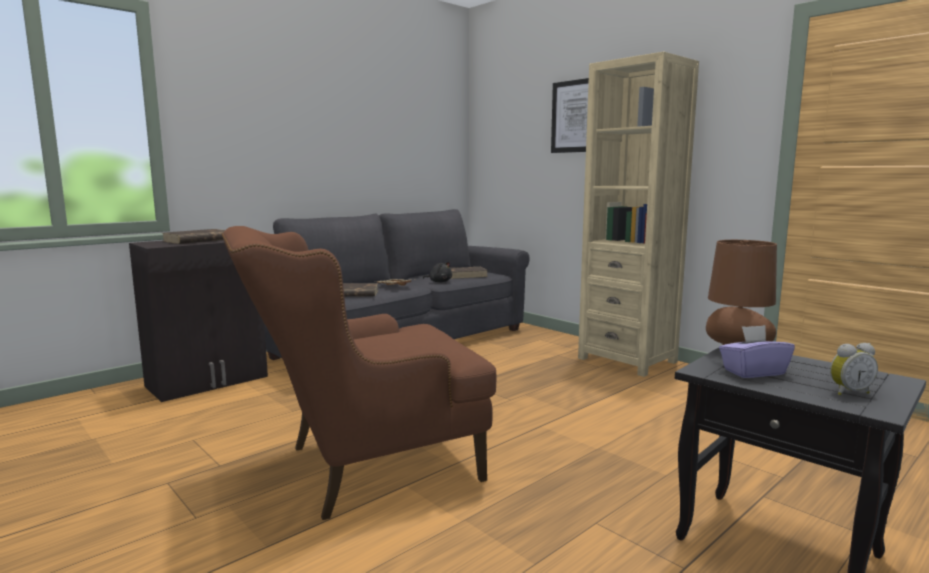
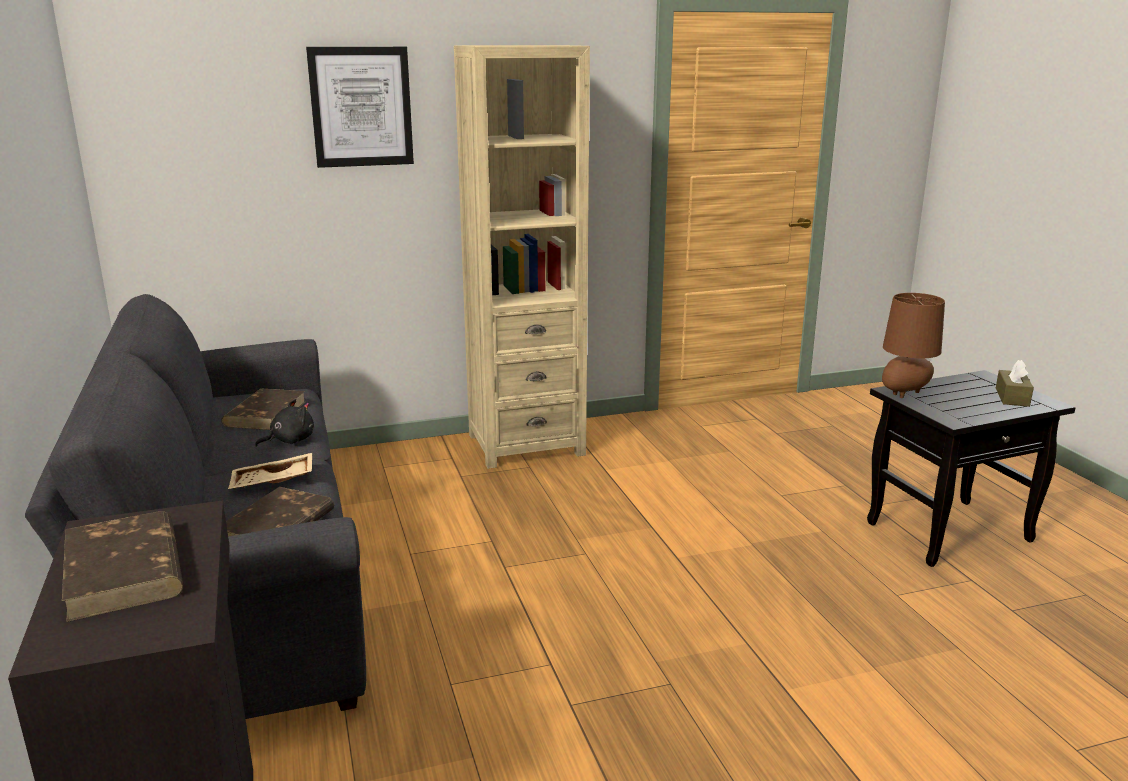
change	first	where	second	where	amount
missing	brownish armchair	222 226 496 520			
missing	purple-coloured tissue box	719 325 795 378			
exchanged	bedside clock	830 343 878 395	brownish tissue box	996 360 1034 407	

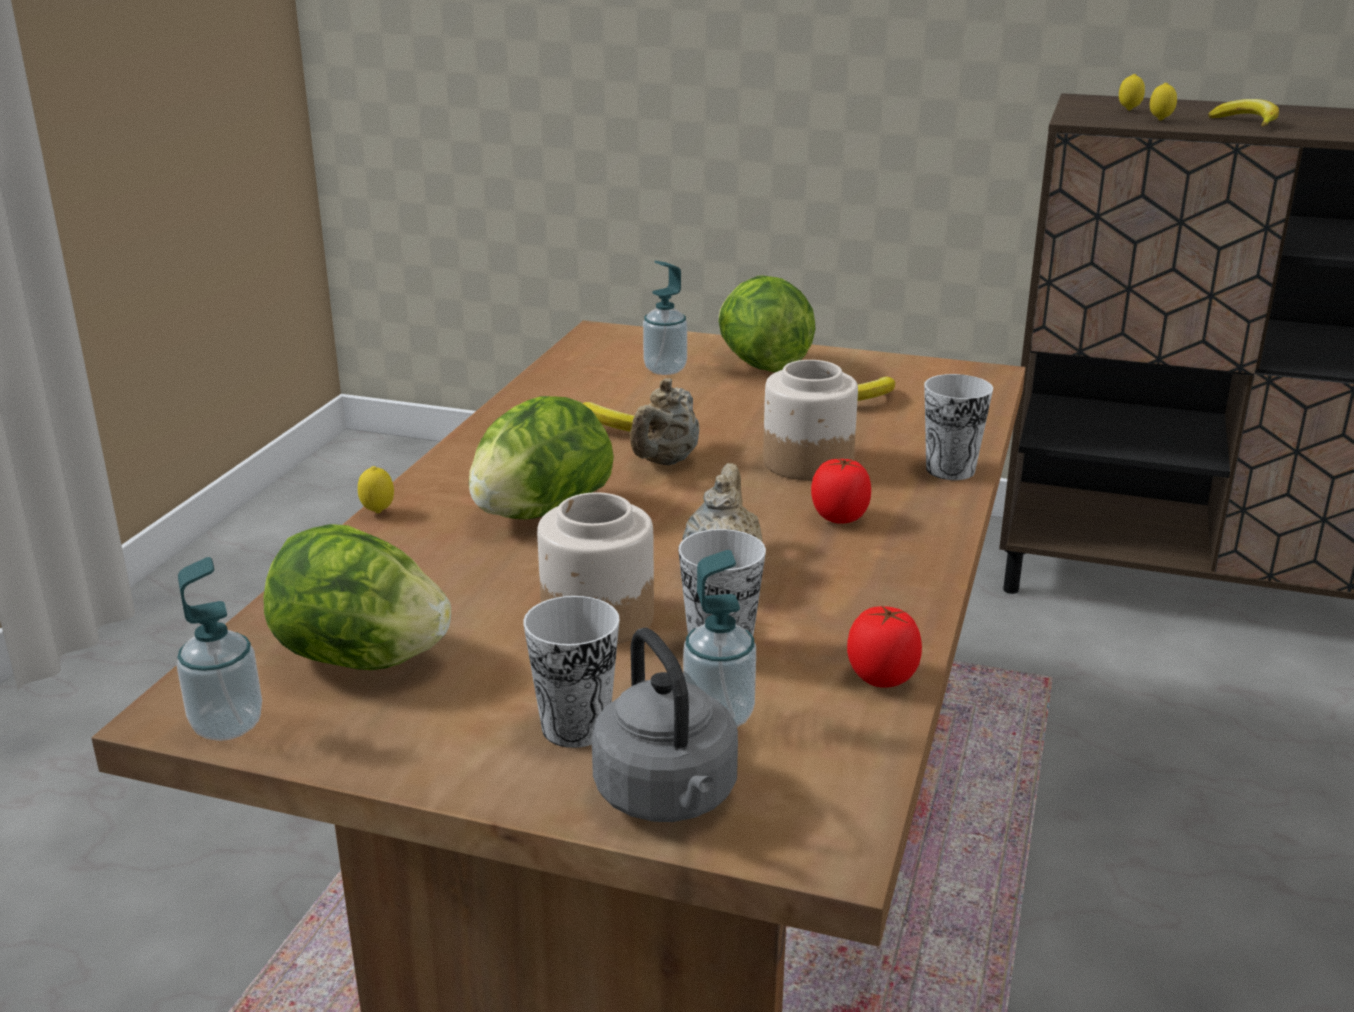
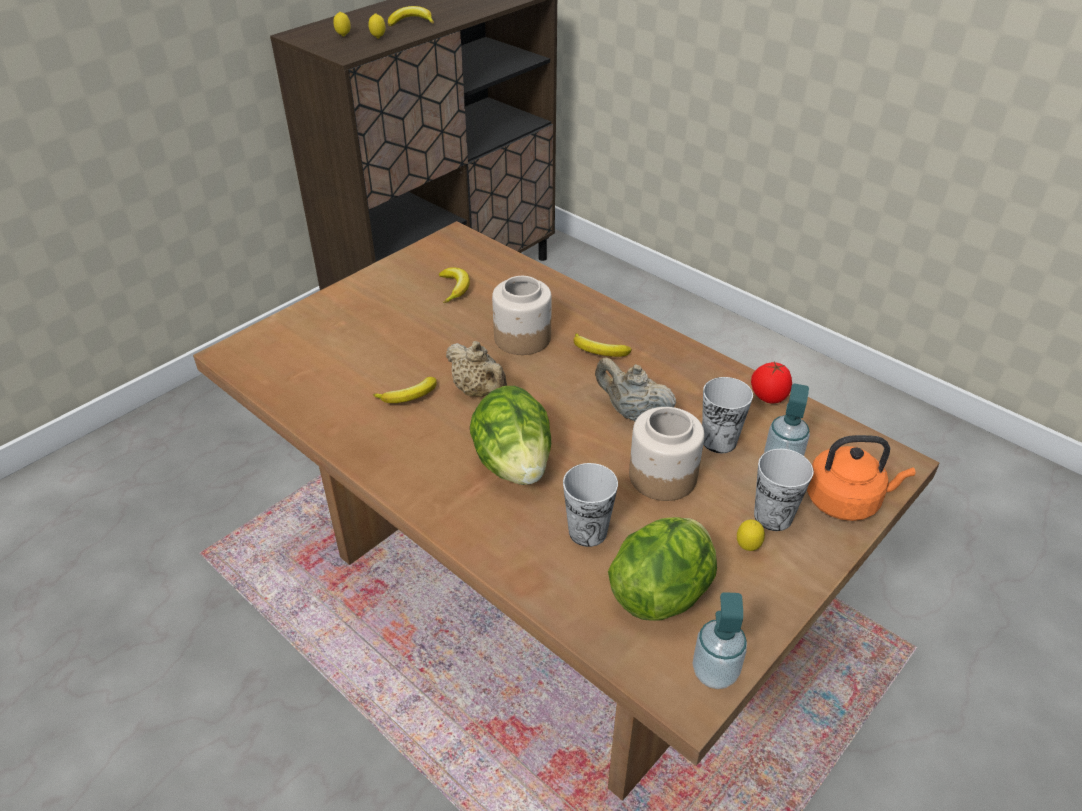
change	first	where	second	where	amount
missing	liquid soap bottle	643 261 687 375			
missing	lettuce	719 276 815 372			
relocated	drinking cup	924 374 993 480		563 463 618 547	
exchanged	fresh tomato	811 458 871 524	banana fruit	574 333 632 357	
relocated	whole lemon	358 466 394 513		737 520 765 551	
colour	greyish tea kettle	592 628 738 822	orange tea kettle	807 435 915 521	

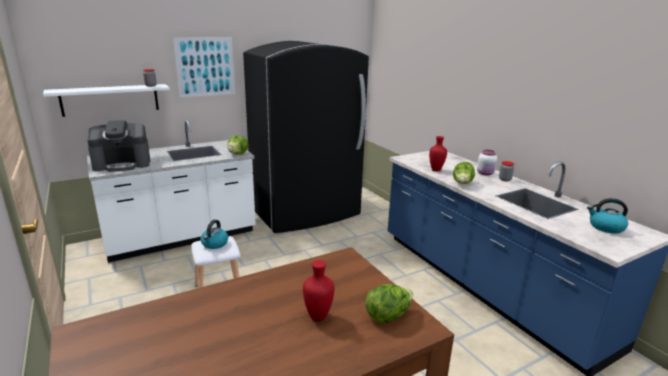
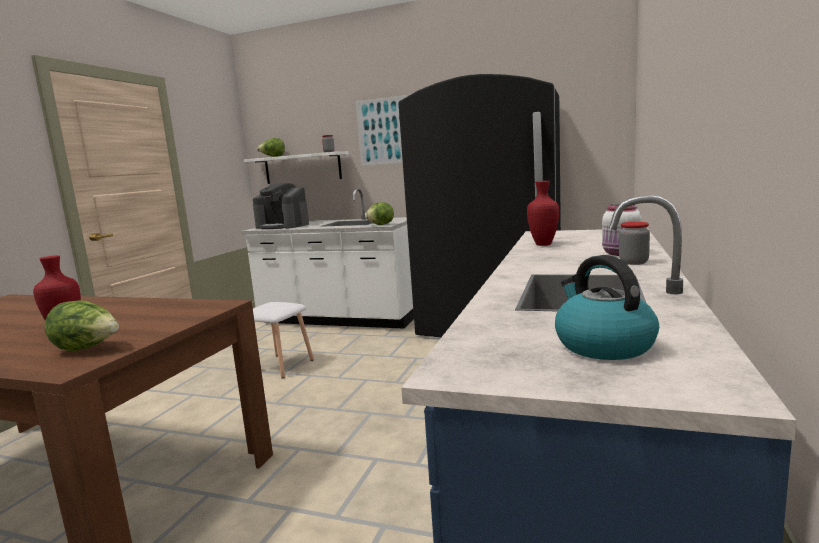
change	first	where	second	where	amount
relocated	lettuce	453 162 475 184		257 138 285 157	
missing	tea kettle	201 220 228 249			

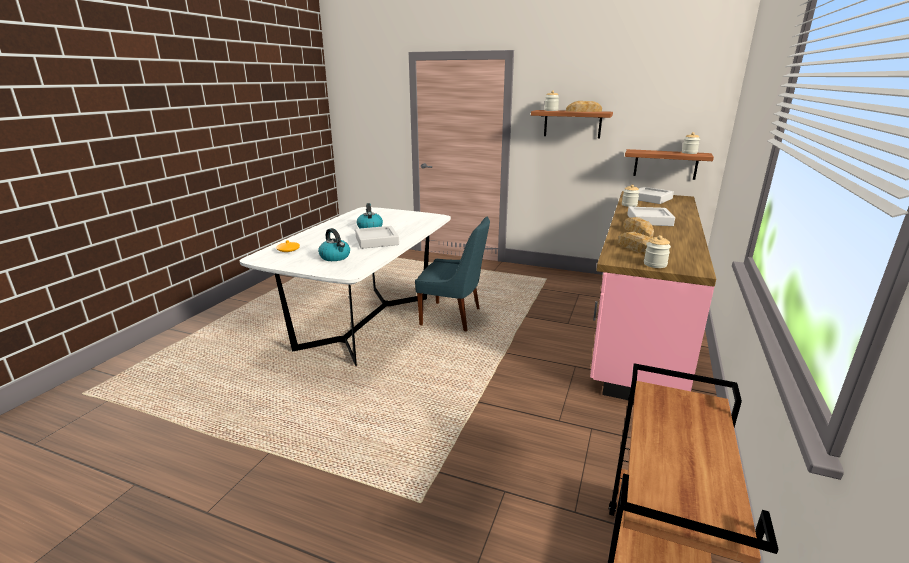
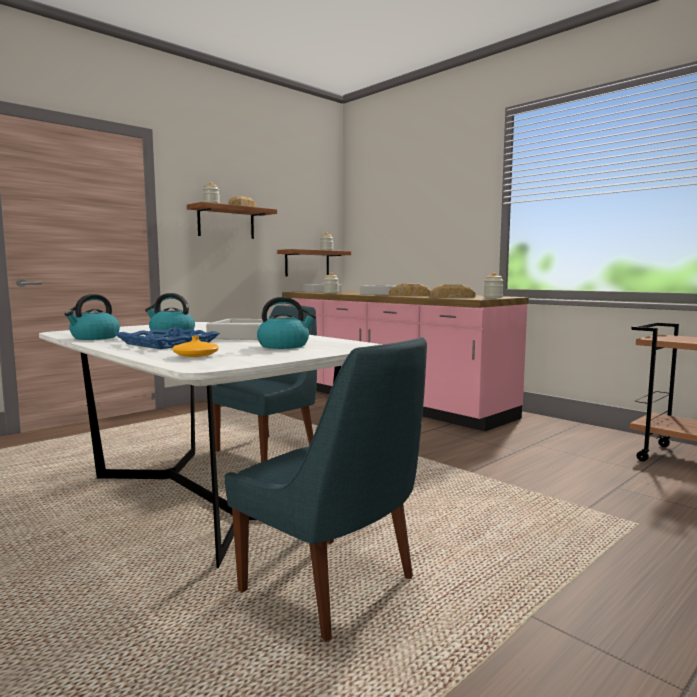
change	first	where	second	where	amount
appeared			tea kettle	64 294 120 340	
appeared			blue serving tray	115 327 220 349	
appeared			blue upright chair	225 337 427 642	

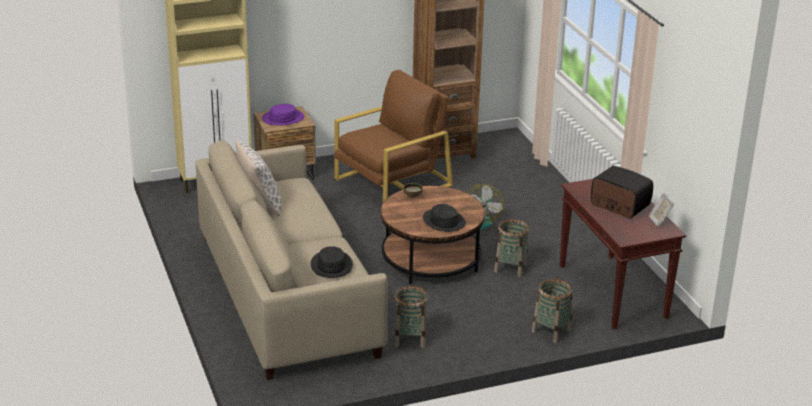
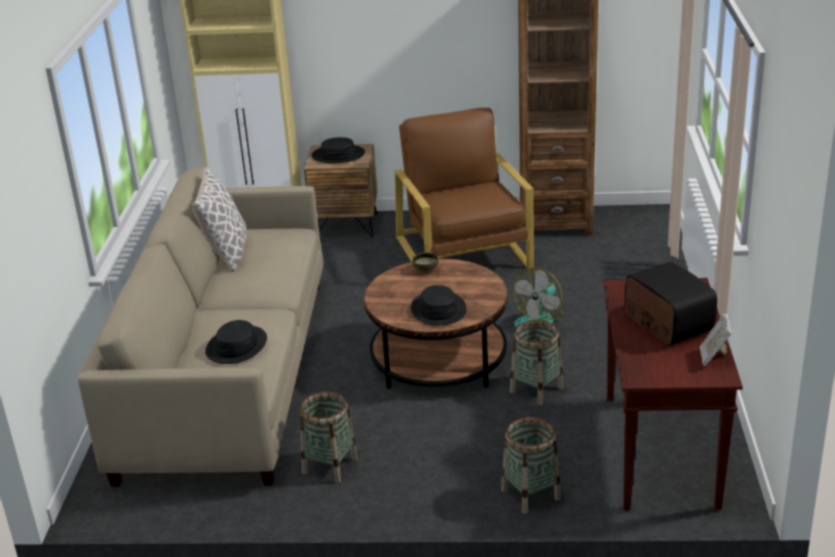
change	first	where	second	where	amount
spun	brownish armchair	334 70 453 202		395 108 534 269	90 degrees counterclockwise
colour	purple-coloured clothing hat	262 104 304 126	black-coloured clothing hat	312 137 365 163	

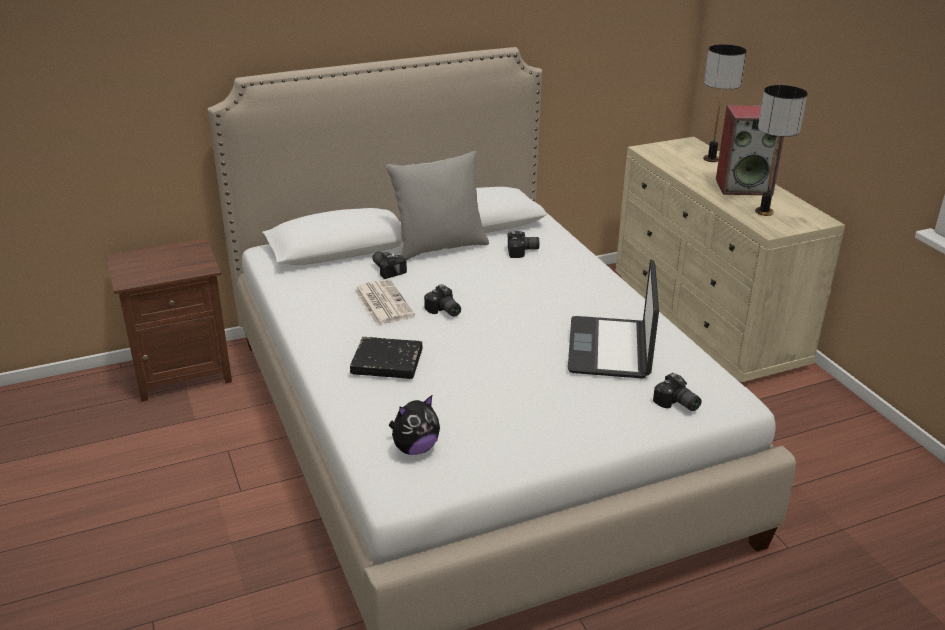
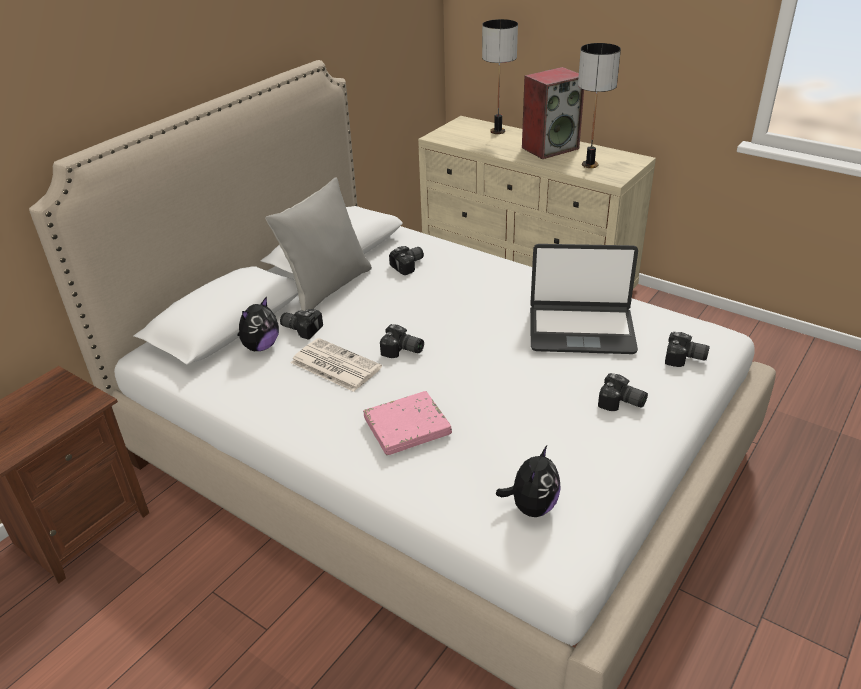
change	first	where	second	where	amount
spun	notebook computer	568 259 659 379		530 244 638 354	60 degrees counterclockwise
colour	black-coloured volume	350 337 423 379	pinkish volume	363 391 452 455	
appeared			cuddly toy	237 296 279 351	
appeared			photo camera	598 373 648 411	

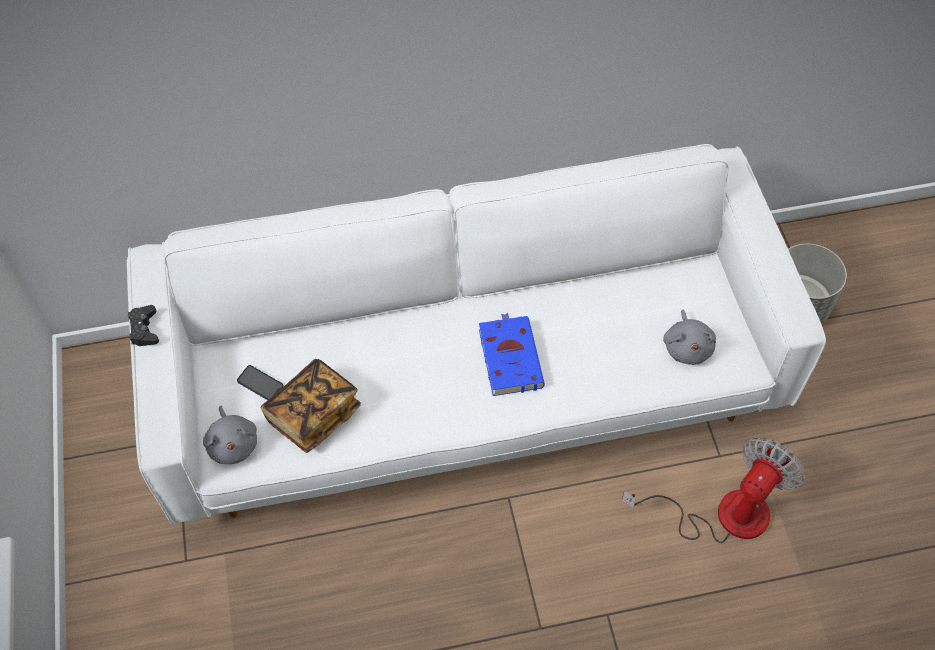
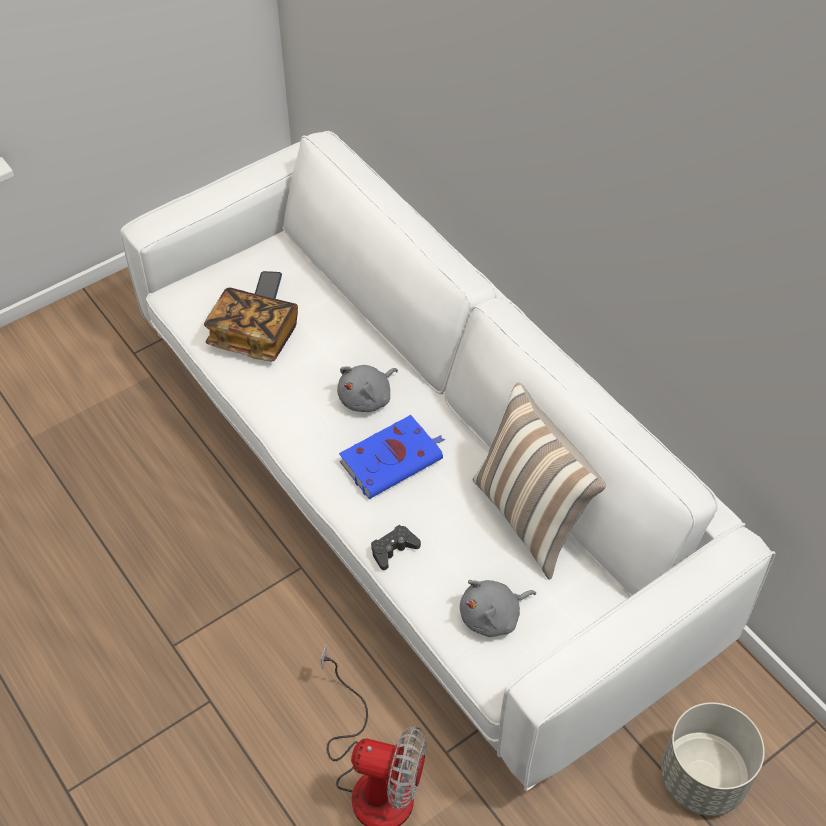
change	first	where	second	where	amount
relocated	black-coloured joypad	128 305 159 346		371 525 421 570	
relocated	greyish cuddly toy	203 406 257 464		337 365 398 412	
appeared			throw pillow	473 382 606 580	

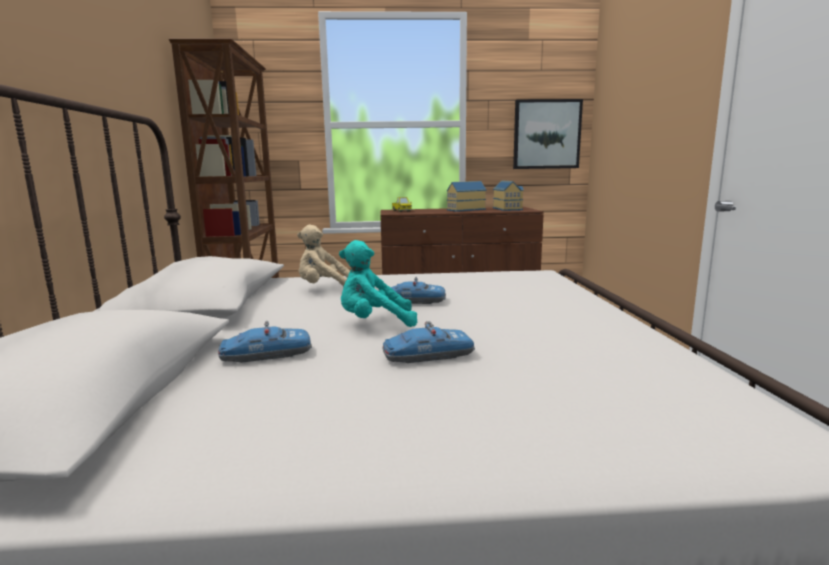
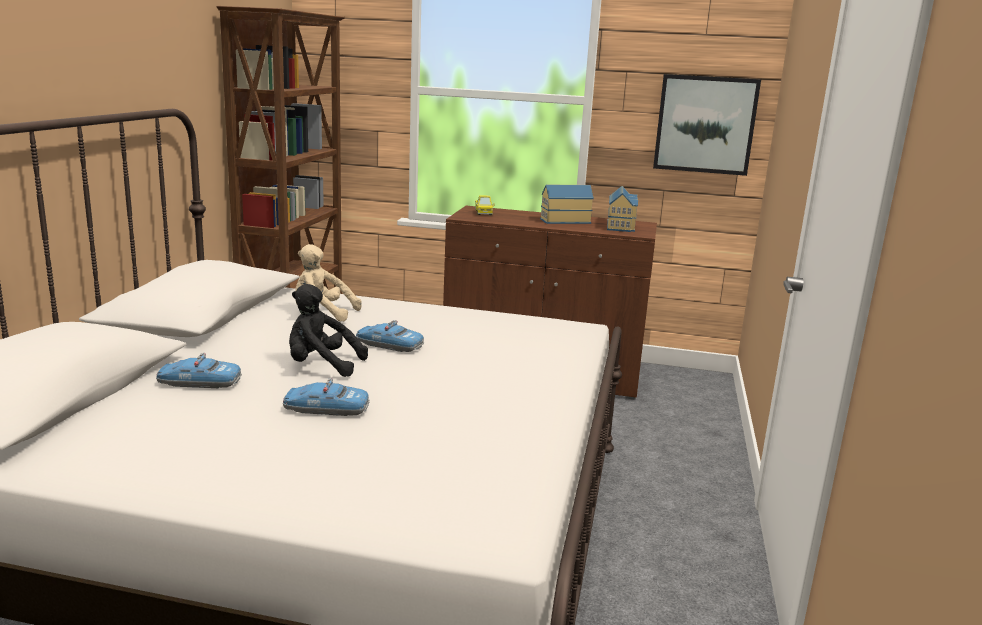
change	first	where	second	where	amount
colour	blue-green cuddly toy	339 240 417 327	black-coloured cuddly toy	289 284 368 377	

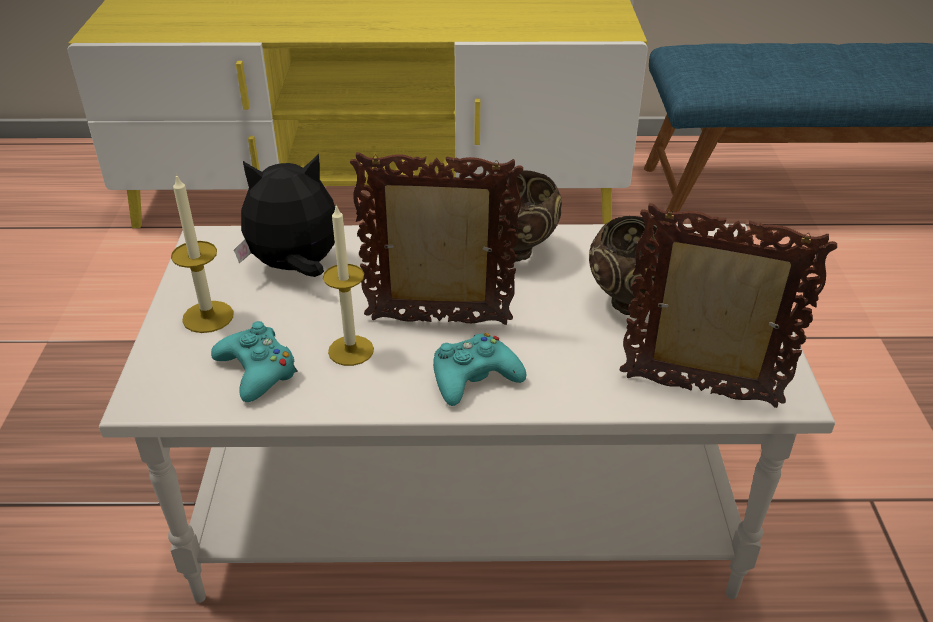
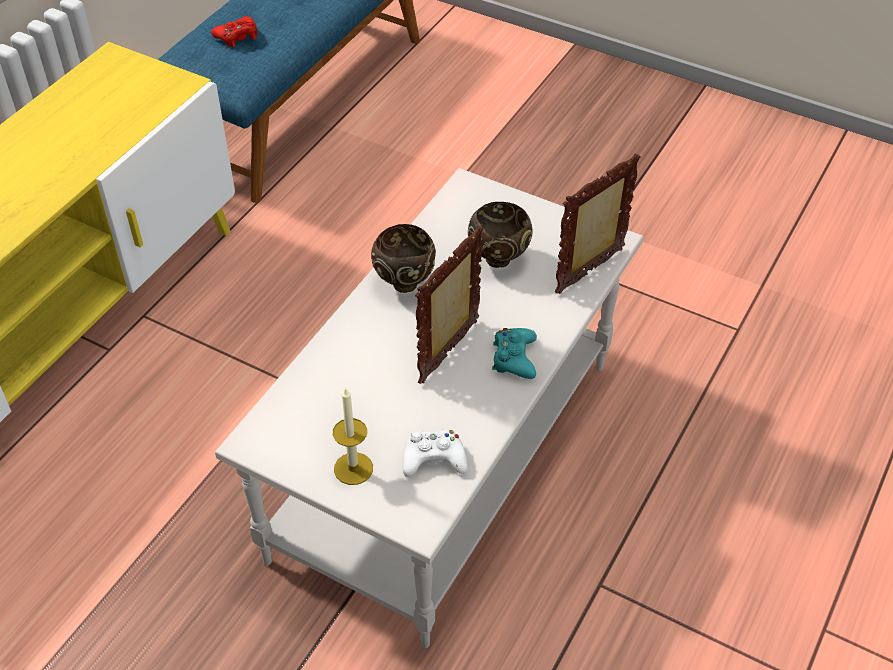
change	first	where	second	where	amount
missing	cuddly toy	234 153 335 277			
missing	wax light	323 204 374 366			
colour	blue-green joypad	211 321 297 402	white joypad	403 429 468 477	
appeared			red-coloured joypad	211 16 257 47	

